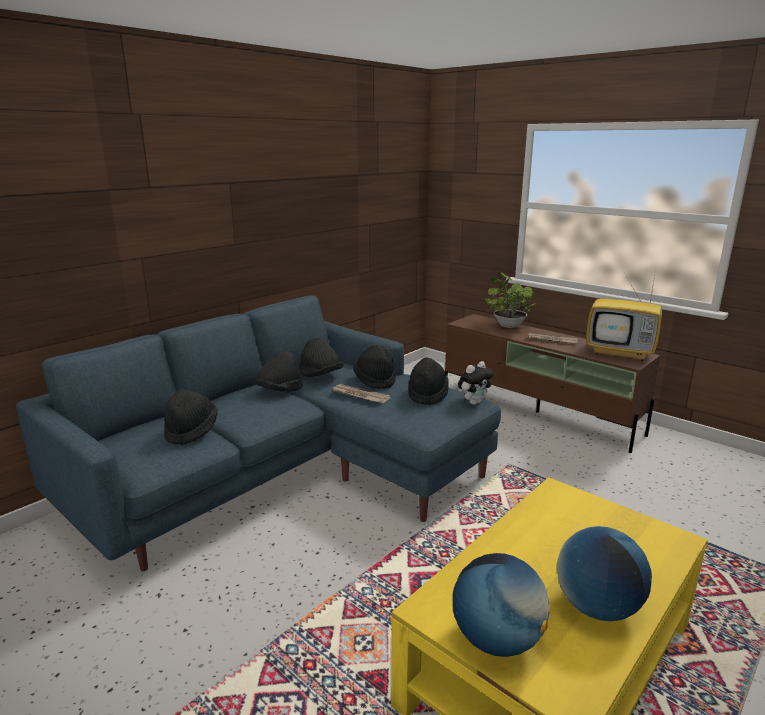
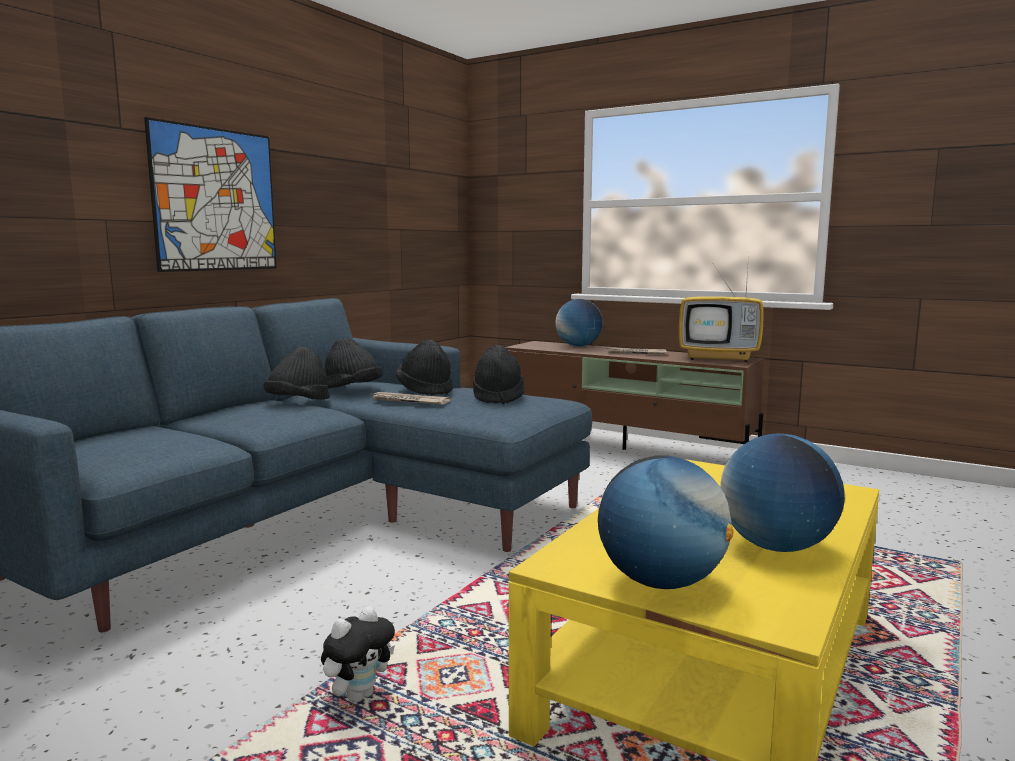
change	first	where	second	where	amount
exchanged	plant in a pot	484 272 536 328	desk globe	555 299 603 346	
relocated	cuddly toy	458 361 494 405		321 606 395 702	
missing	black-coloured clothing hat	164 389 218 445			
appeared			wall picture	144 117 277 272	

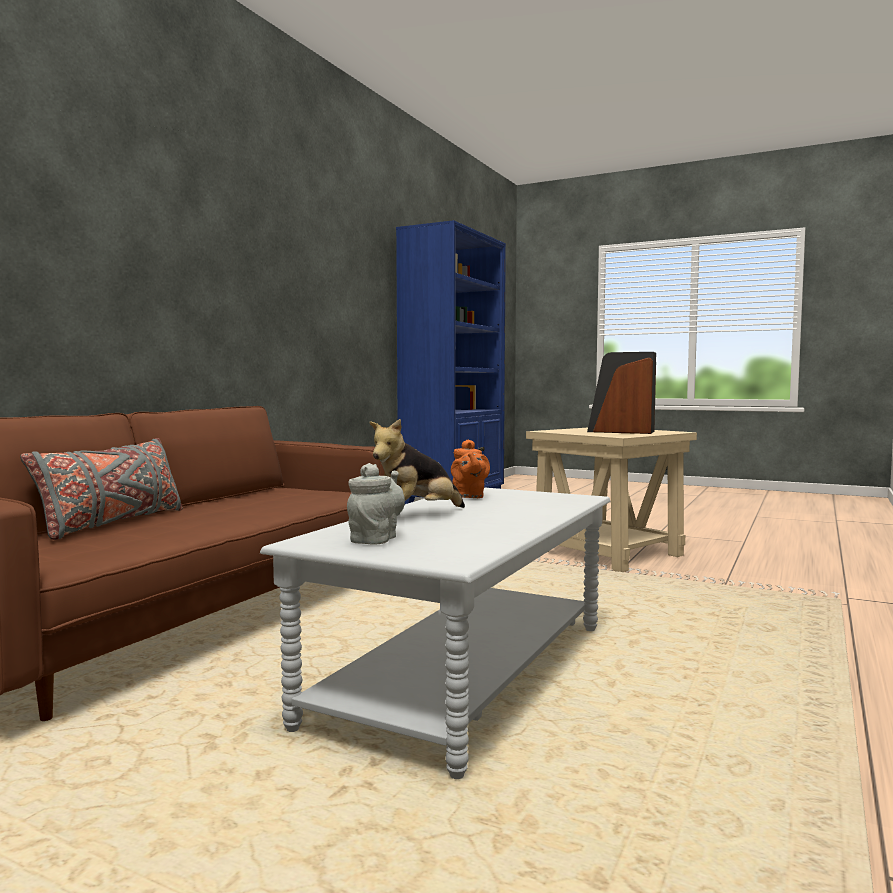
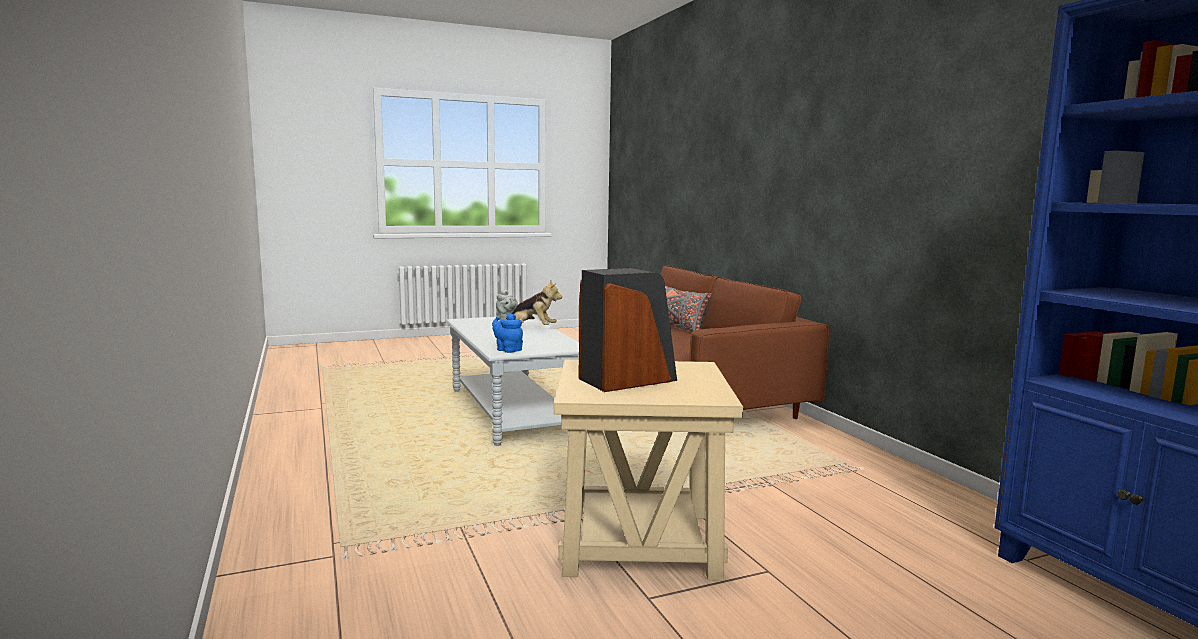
change	first	where	second	where	amount
spun	cuddly toy	369 418 465 508		506 281 562 325	105 degrees clockwise
missing	orange teapot	451 439 490 498			
appeared			blue teapot	492 313 523 353	

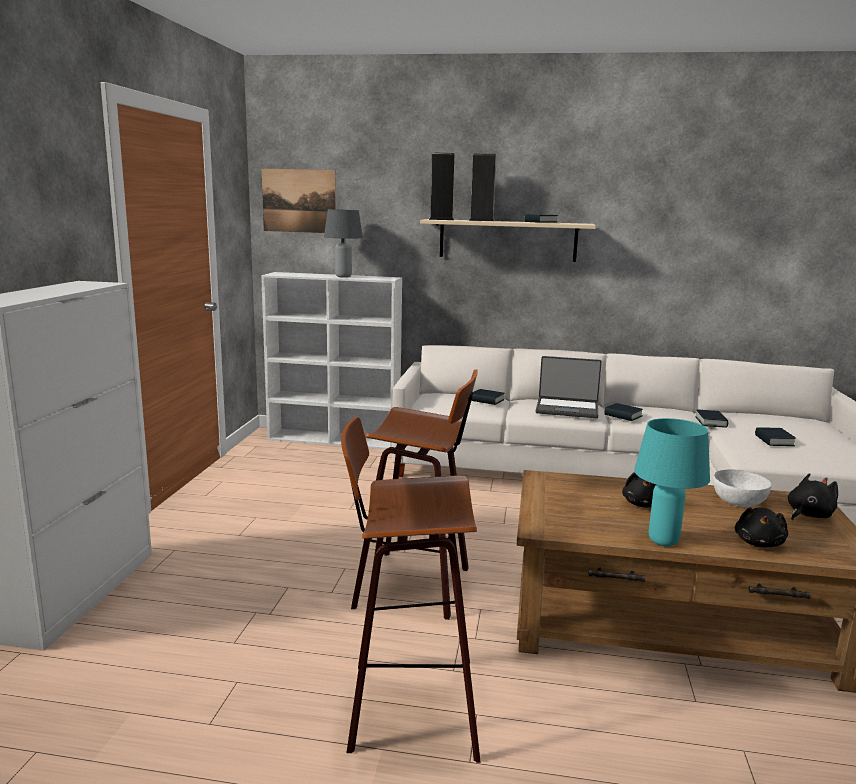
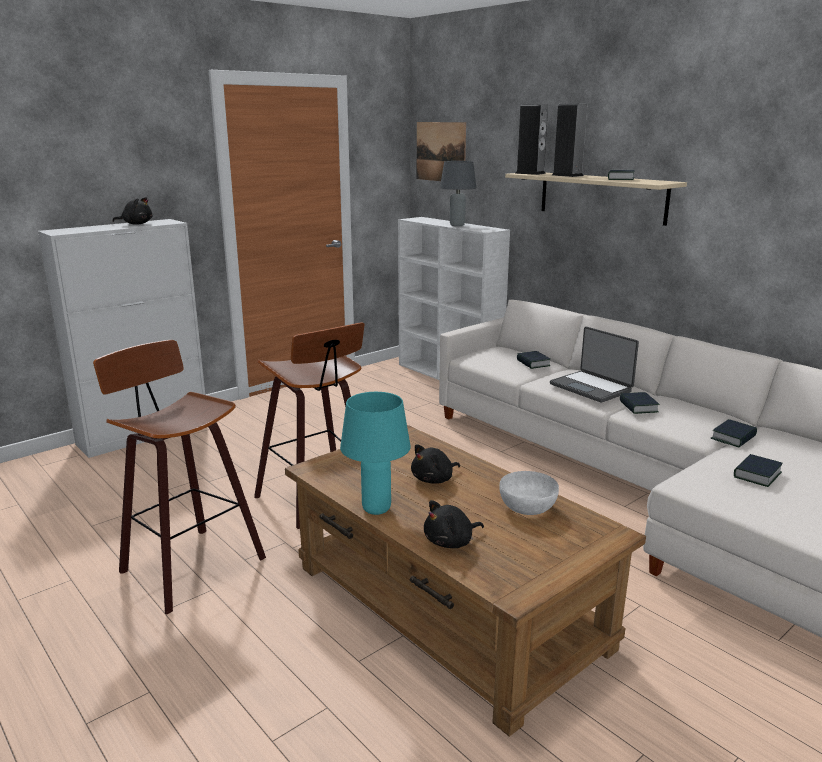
change	first	where	second	where	amount
relocated	black-coloured cuddly toy	788 473 838 520		113 197 152 224	

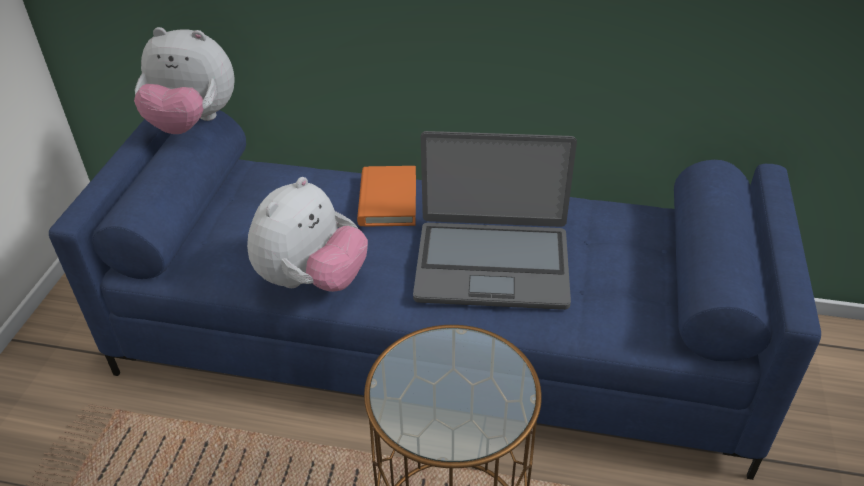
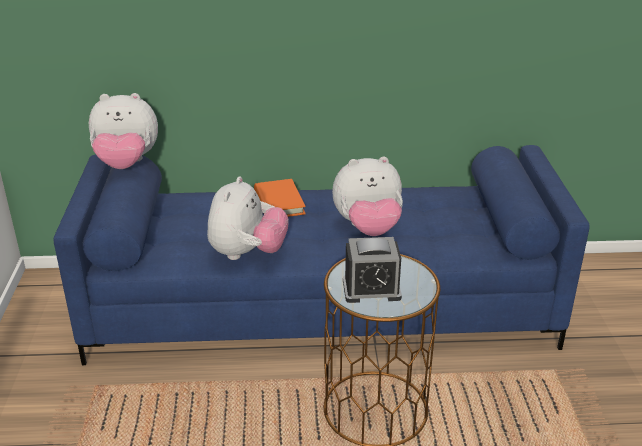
change	first	where	second	where	amount
exchanged	notebook computer	413 131 577 310	cuddly toy	332 157 403 236	
appeared			bedside clock	343 237 402 303	

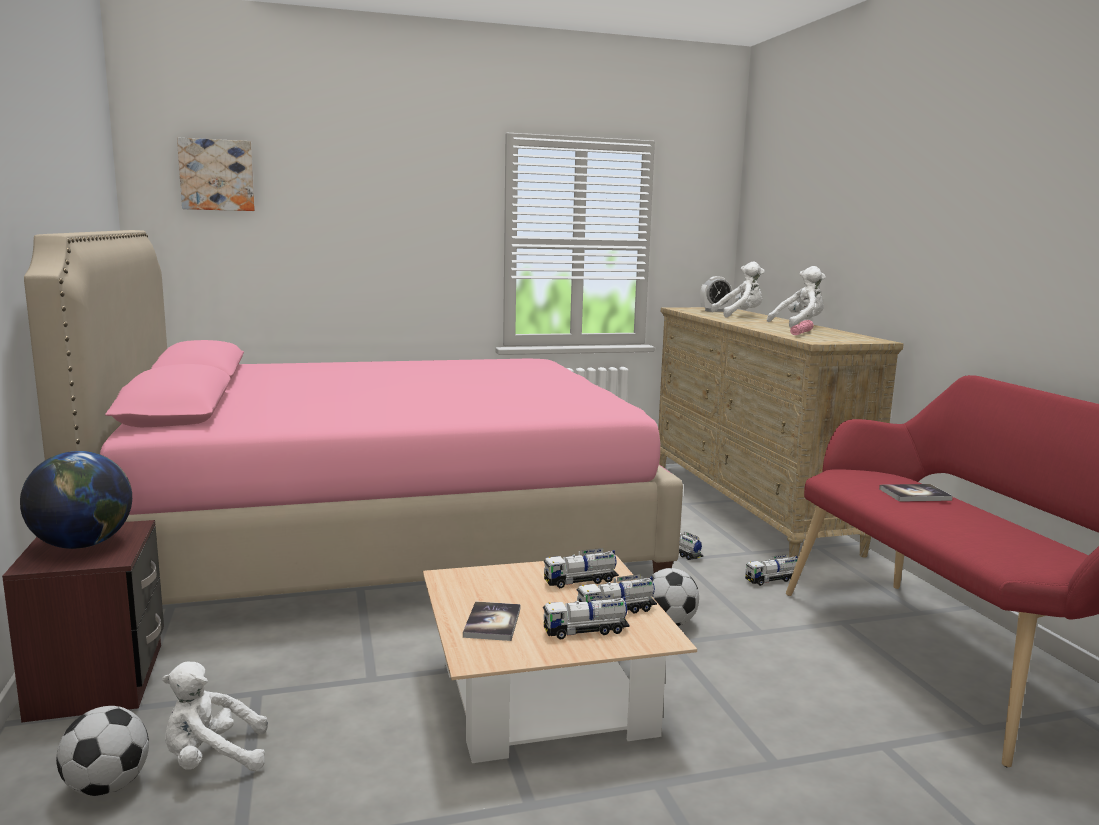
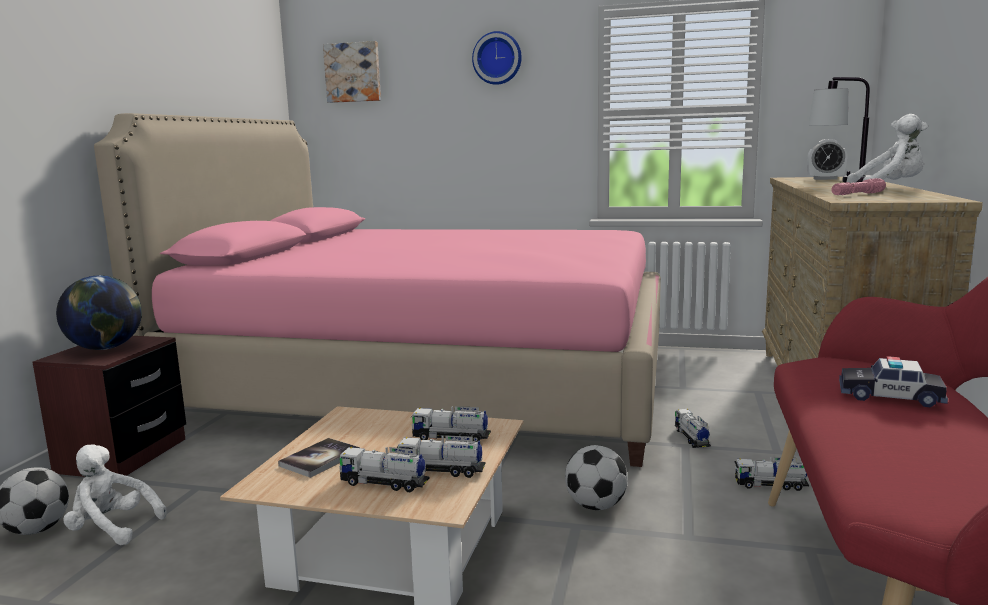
change	first	where	second	where	amount
exchanged	white cuddly toy	711 262 765 317	lamp for a table	809 77 872 183	
exchanged	volume	879 484 953 502	model car	839 356 948 407	
appeared			wall clock	472 31 522 85	

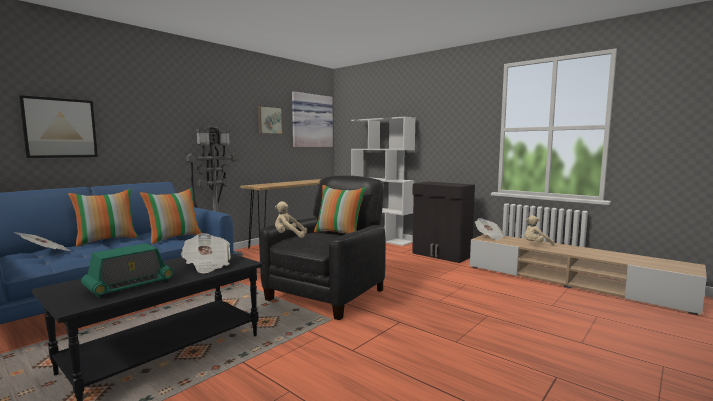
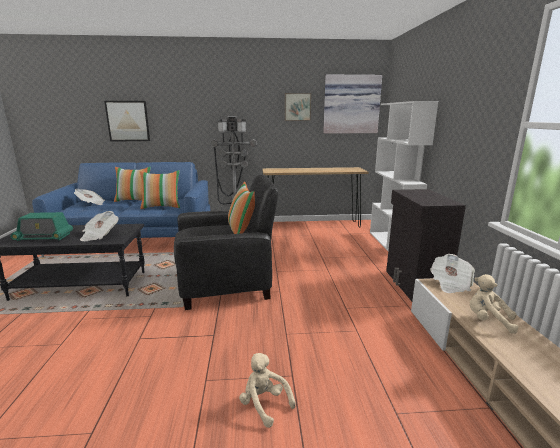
change	first	where	second	where	amount
relocated	beige-coloured cuddly toy	275 201 307 238		239 353 296 428	

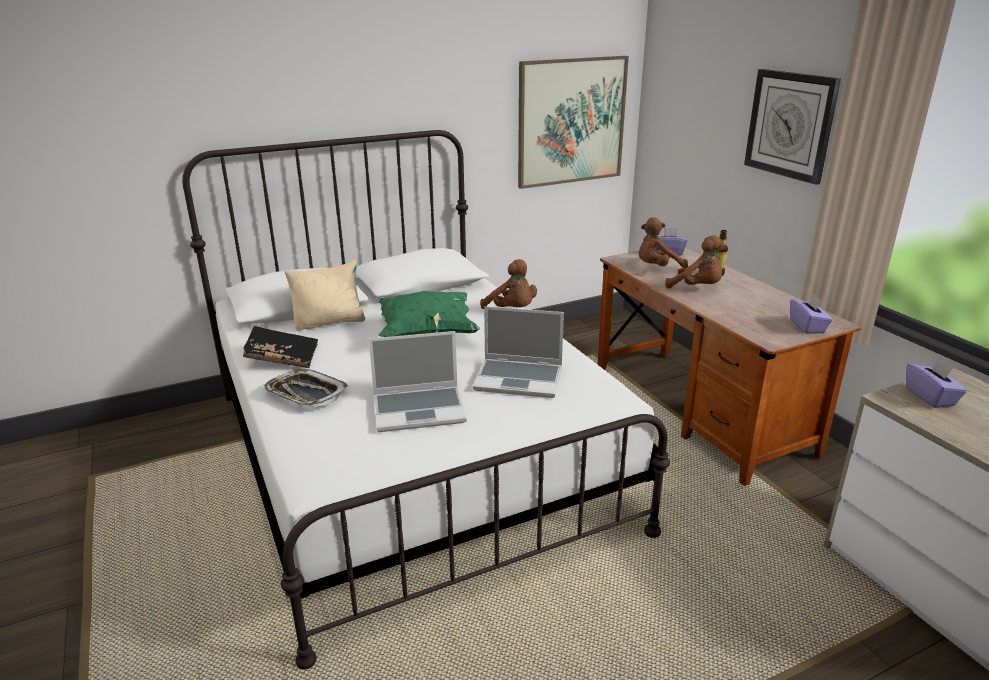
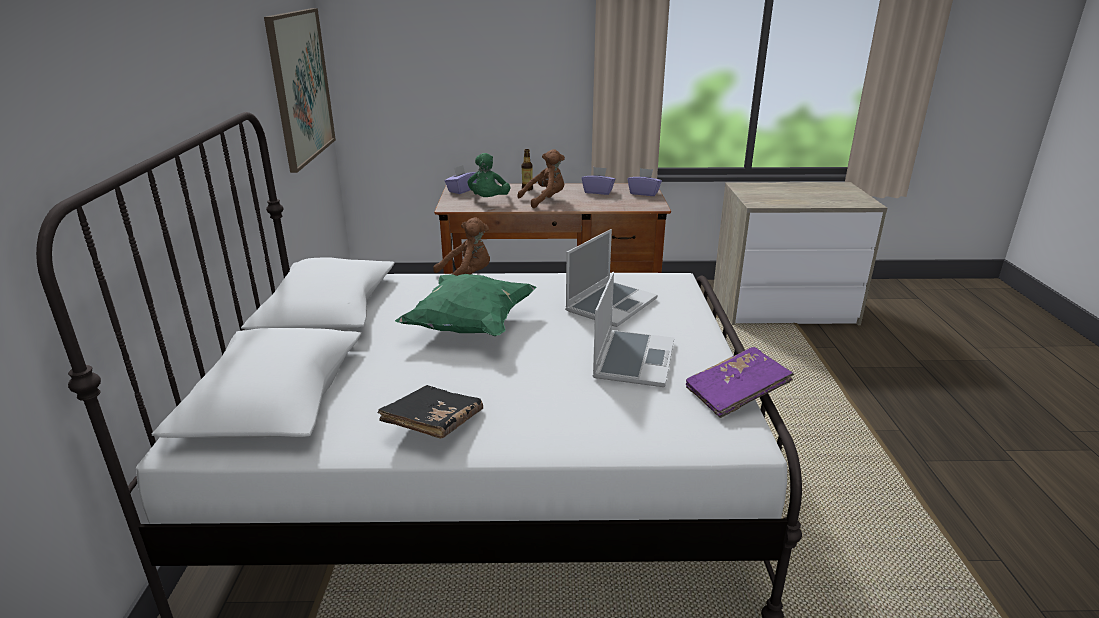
change	first	where	second	where	amount
missing	wall clock	744 69 841 185			
colour	brownish cuddly toy	639 217 688 268	greenish cuddly toy	467 153 510 197	
missing	beige-coloured throw pillow	284 260 365 331			
relocated	purple-coloured tissue box	906 358 967 408		582 167 615 195	
missing	serving tray	262 369 348 407			
appeared			purple-coloured volume	686 347 794 418	

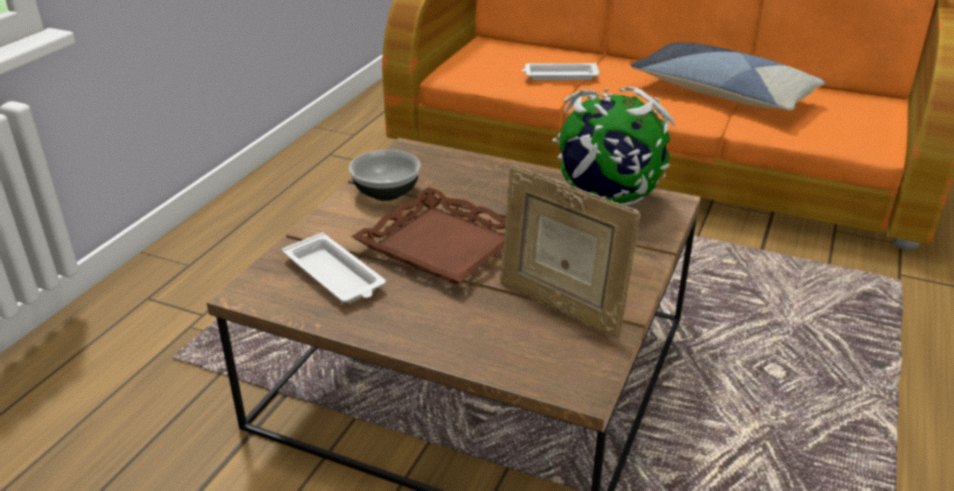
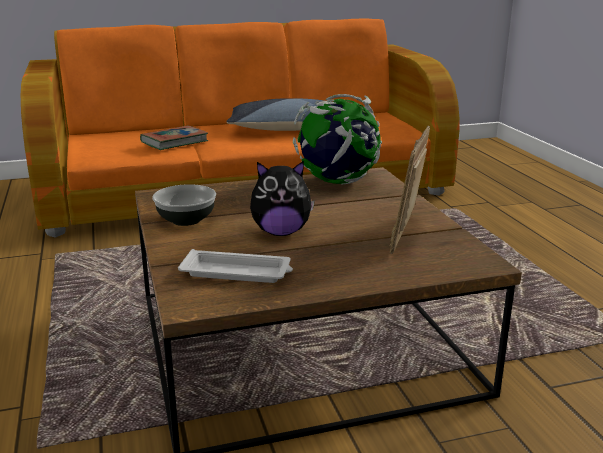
change	first	where	second	where	amount
exchanged	white serving tray	522 62 600 80	volume	140 126 208 150	
spun	picture frame	500 165 641 338		389 126 430 254	105 degrees clockwise
exchanged	brownish serving tray	351 187 506 284	cuddly toy	250 161 315 236	

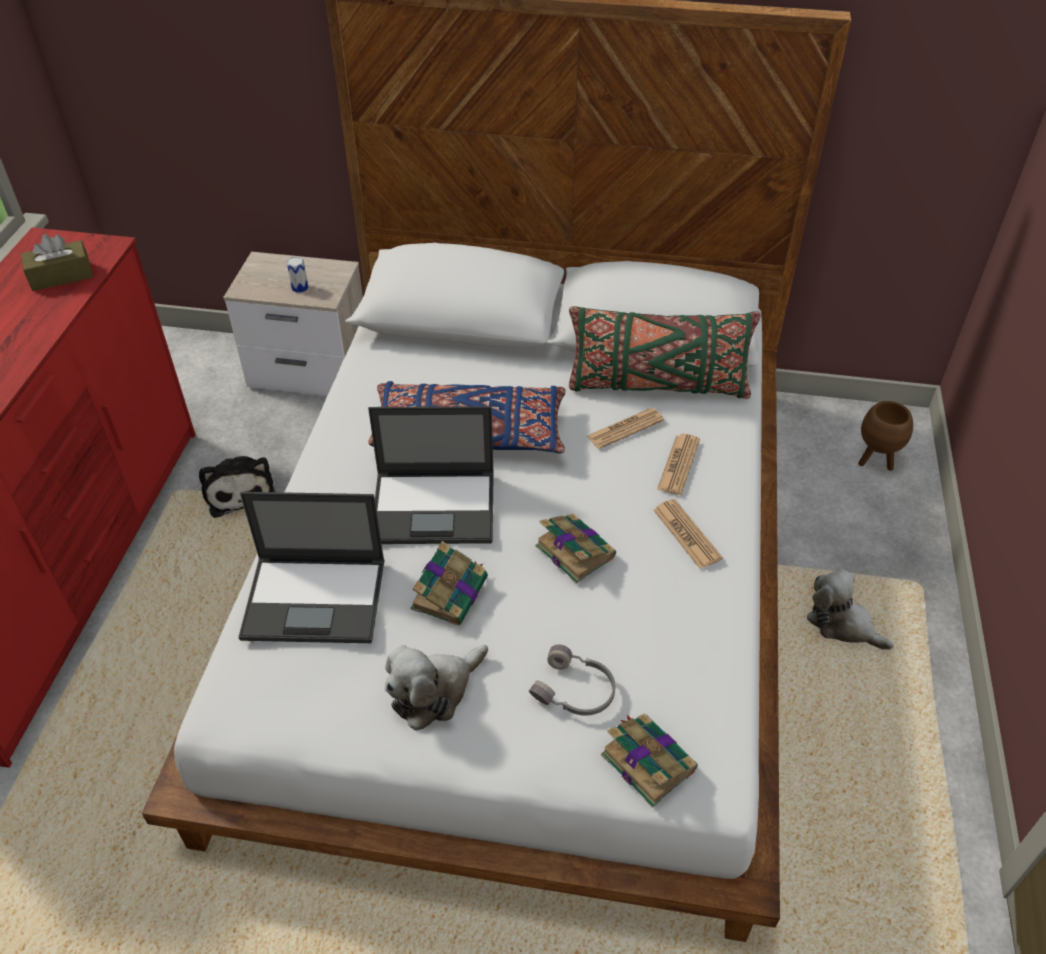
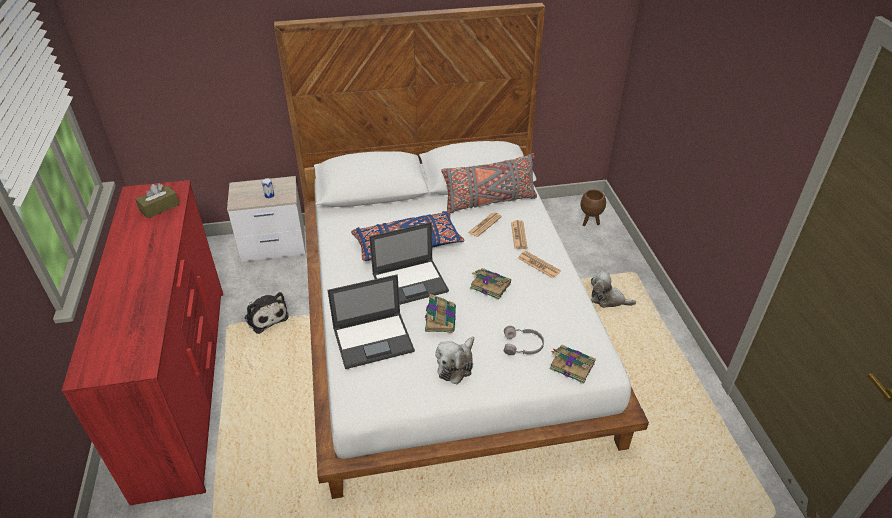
change	first	where	second	where	amount
colour	greenish throw pillow	569 306 760 399	greyish throw pillow	441 153 537 213	

